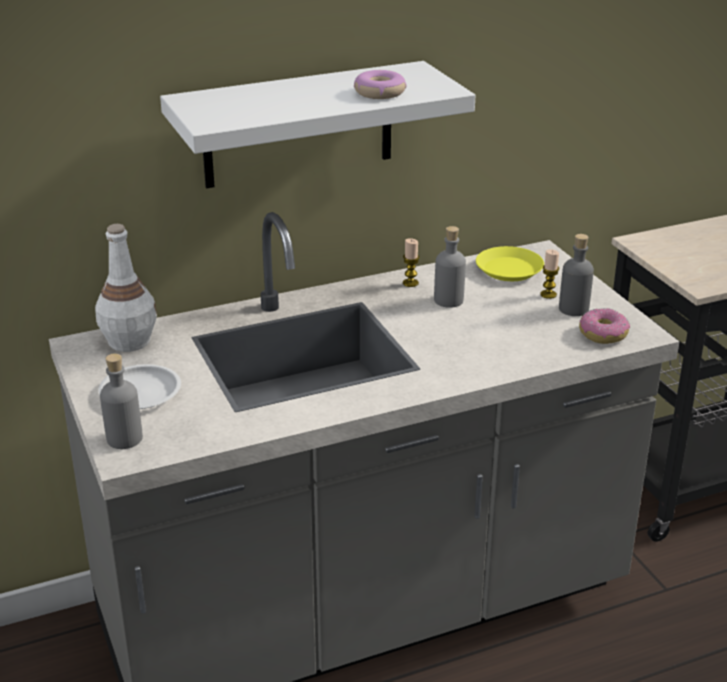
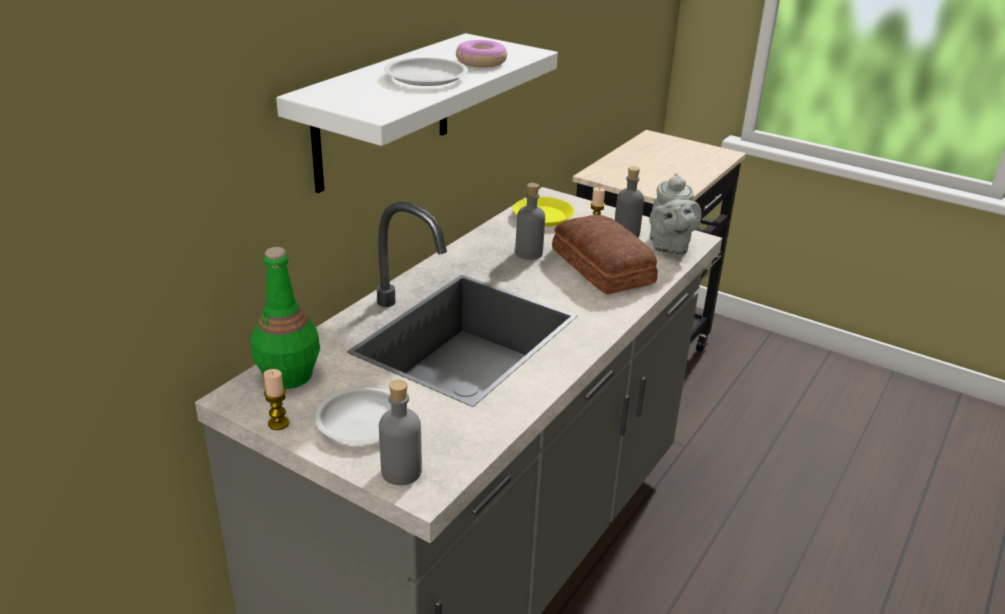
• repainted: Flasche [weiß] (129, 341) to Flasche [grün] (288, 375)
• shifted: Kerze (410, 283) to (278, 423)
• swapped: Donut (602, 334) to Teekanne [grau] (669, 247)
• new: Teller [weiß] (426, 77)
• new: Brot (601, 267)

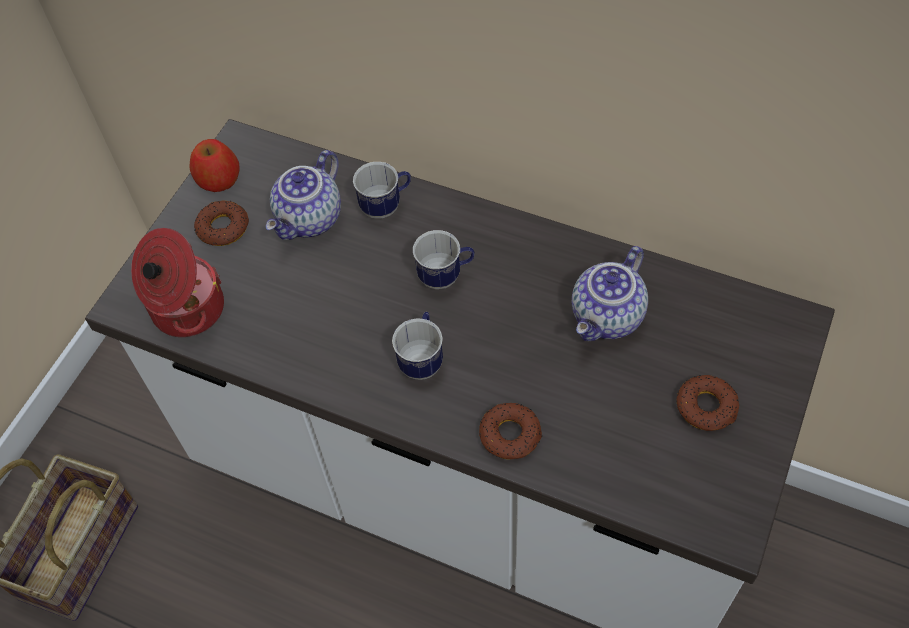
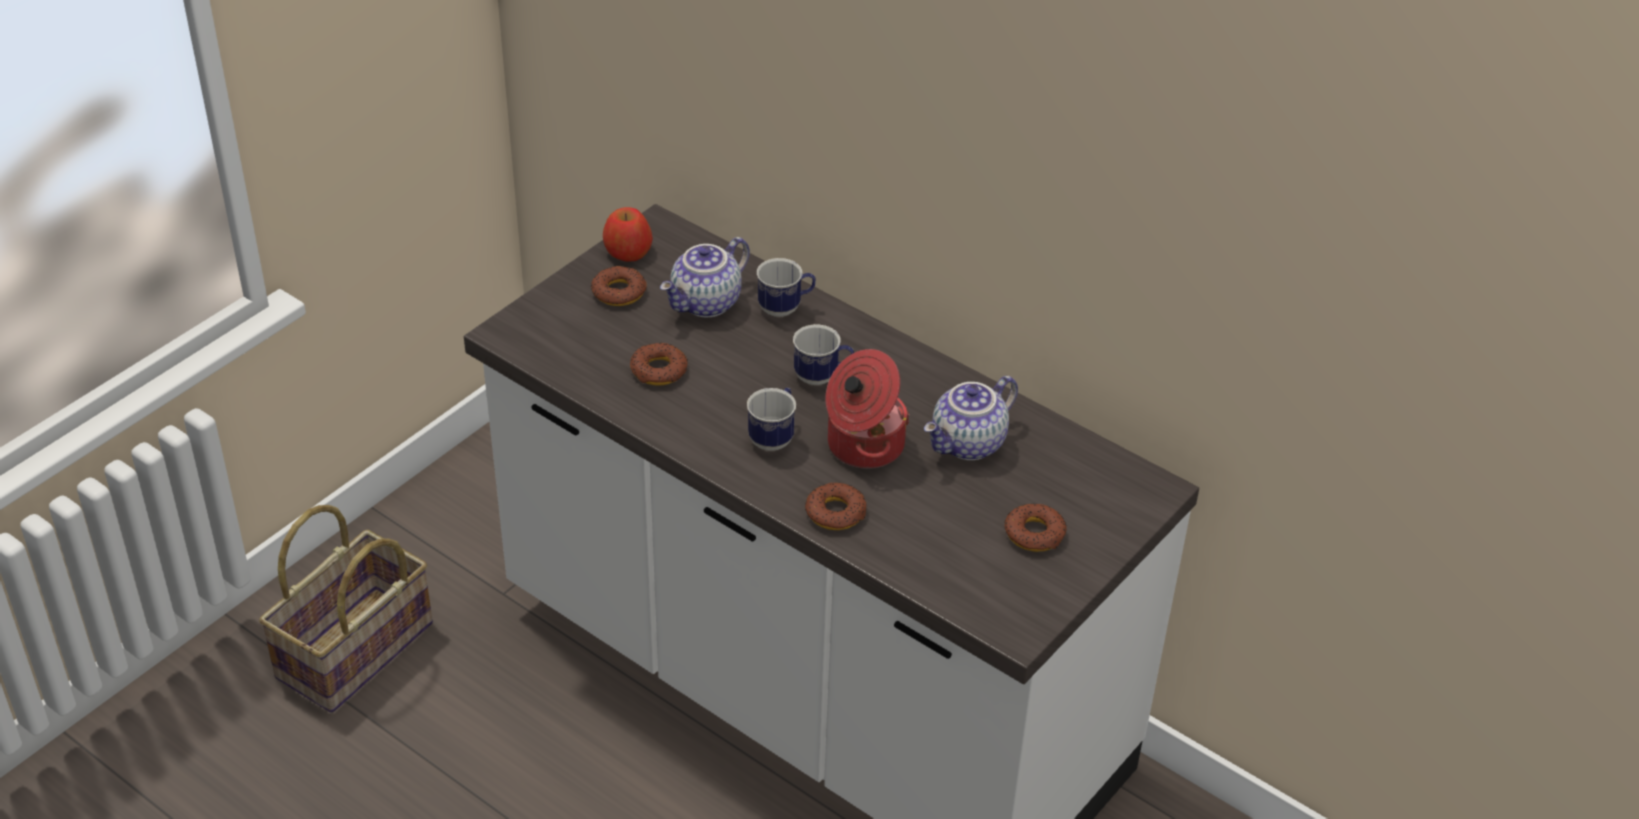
• shifted: Kochtopf (186, 309) to (863, 445)
• new: Donut (659, 370)

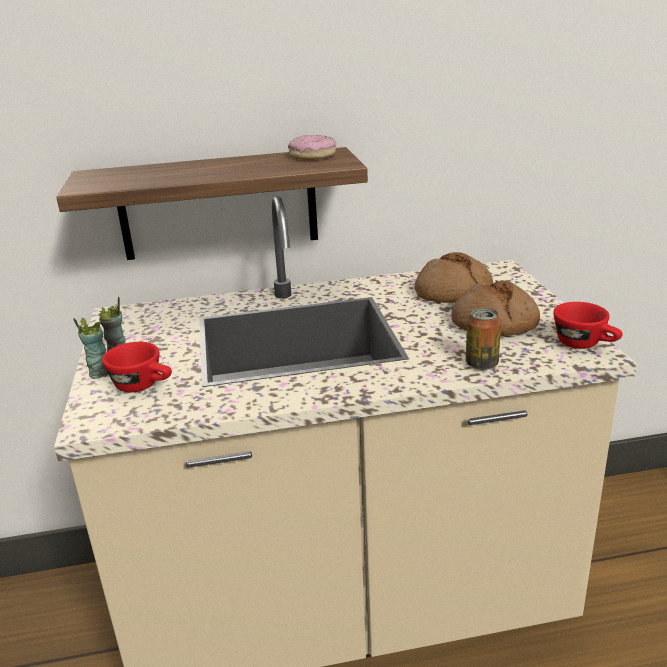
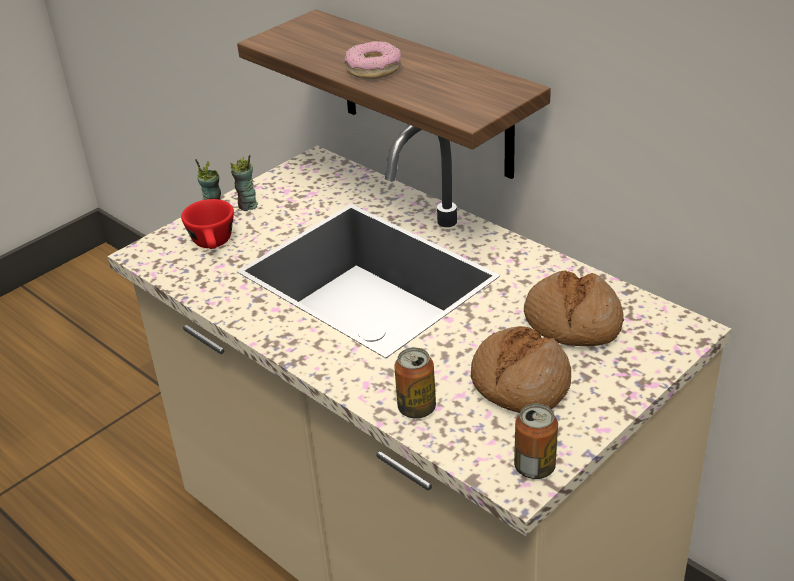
• shifted: Donut (312, 156) to (373, 69)
• swapped: Tasse [rot] (585, 344) to Dose (534, 467)

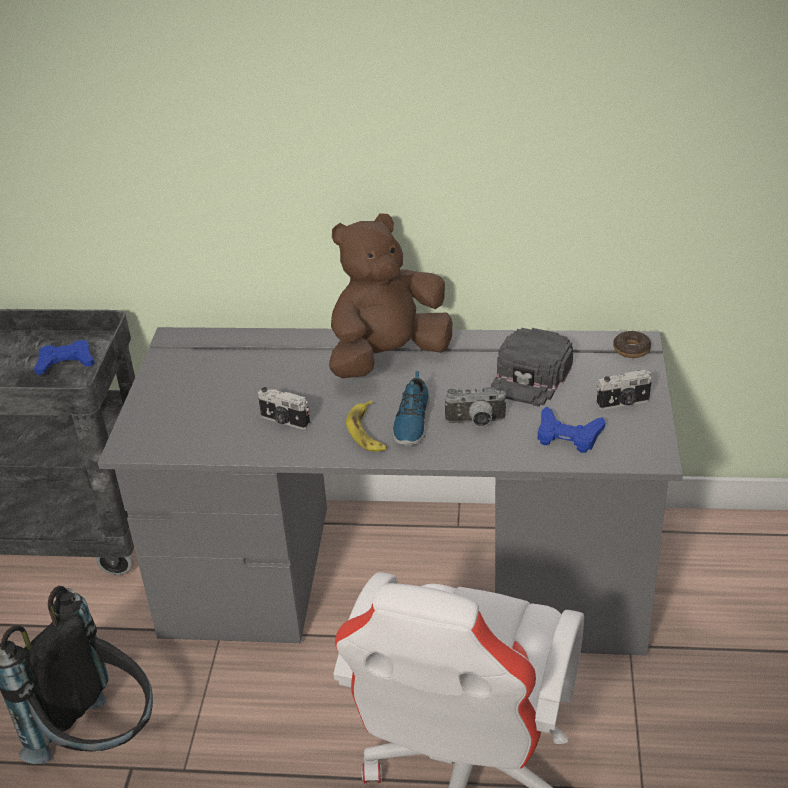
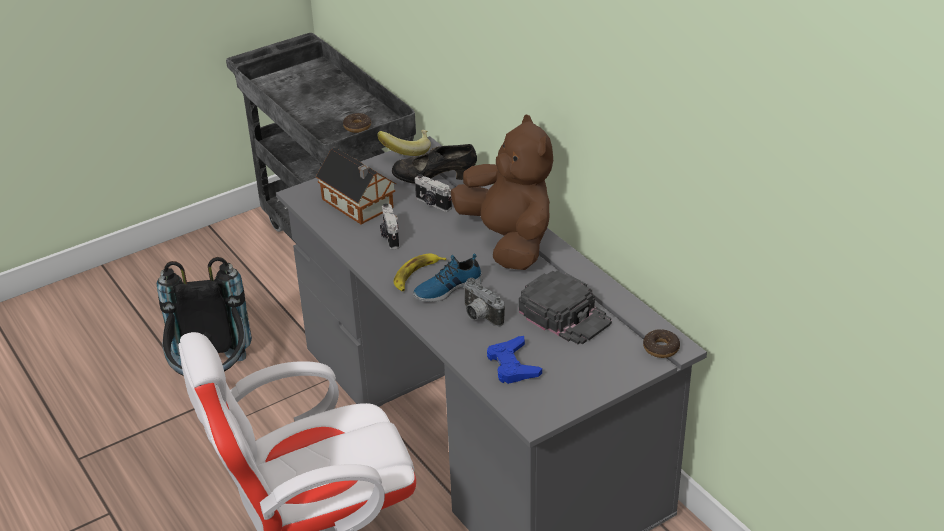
• rotated: Plüschtier [braun] (388, 357) = (509, 241) 45 degrees clockwise
• rotated: Kappe [schwarz] (531, 375) = (565, 315) 120 degrees counterclockwise
• swapped: Gamepad [blau] (65, 363) to Donut (357, 127)
• shifted: Kamera (623, 403) to (432, 203)
• new: Banane (406, 151)
• new: Schuh [schwarz] (435, 179)
• new: Spielzeughaus (359, 205)

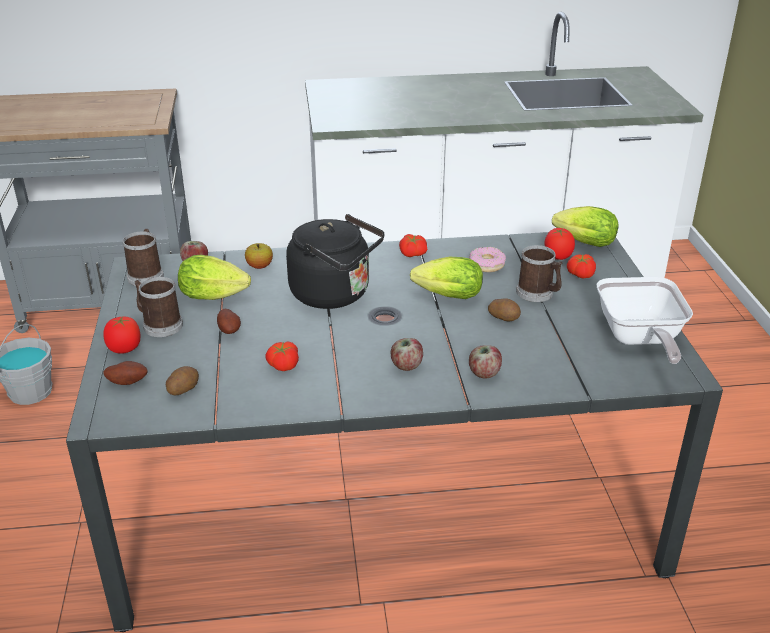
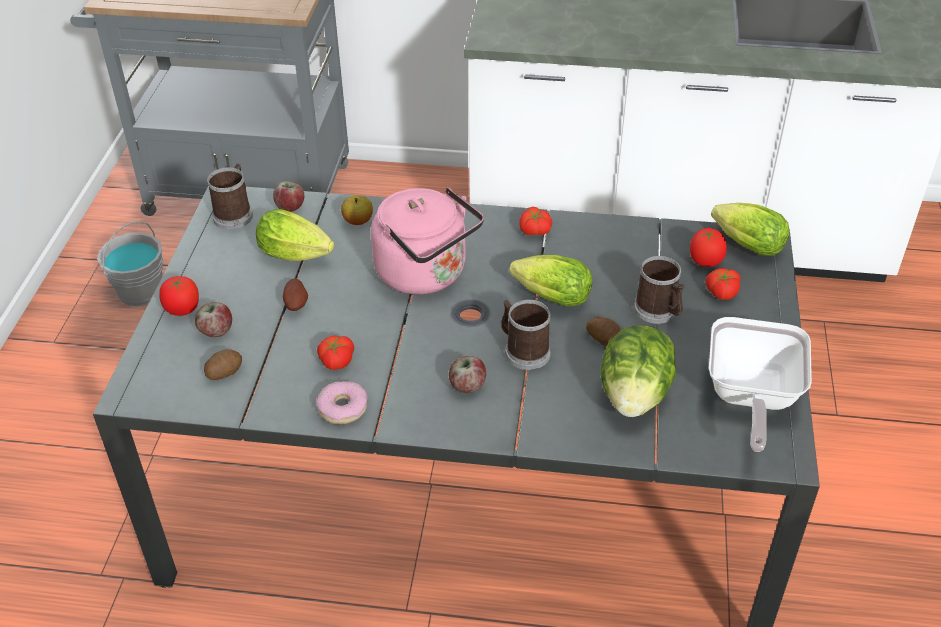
• repainted: Wasserkessel [schwarz] (335, 294) to Wasserkessel [rosa] (426, 274)
• shifted: Donut (486, 265) to (343, 408)
• shifted: Henkelbecher (159, 325) to (523, 351)
• shifted: Apfel (484, 373) to (216, 331)
• gone: Kartoffel (128, 381)
• new: Salatkopf (634, 395)

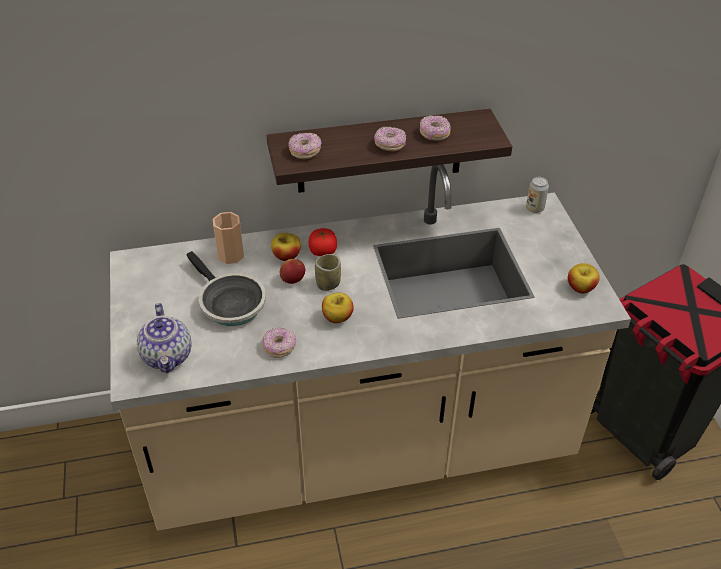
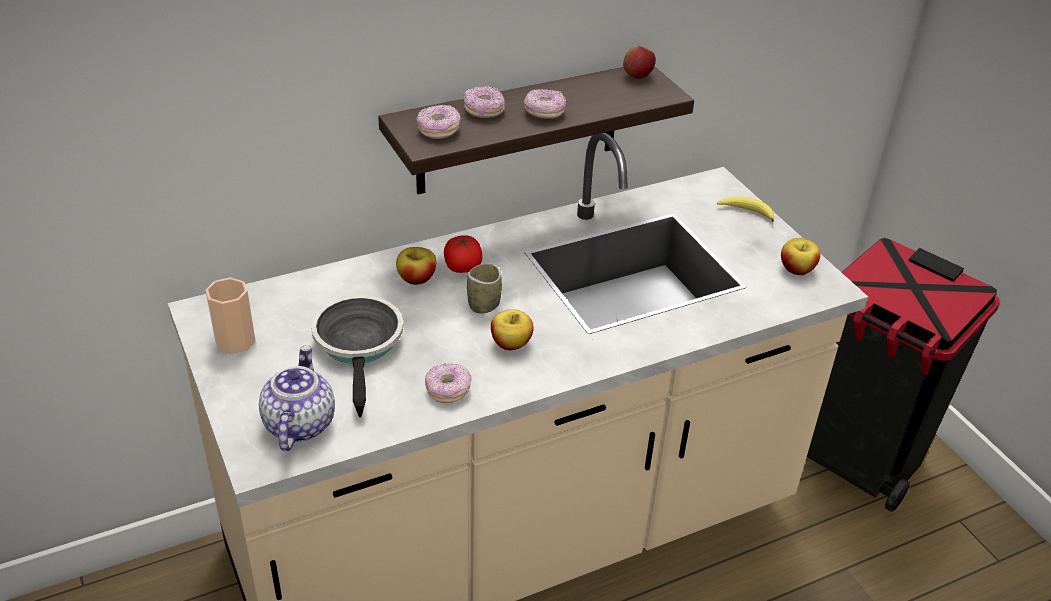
• shifted: Donut (434, 134) to (484, 111)
• gone: Dose (534, 208)
• shifted: Tasse (231, 255) to (235, 341)
• rotated: Pfanne (229, 303) = (359, 345) 135 degrees counterclockwise
• shifted: Apfel (293, 280) to (637, 76)
• rotated: Teekanne (168, 356) = (298, 423) 150 degrees counterclockwise
• new: Banane (746, 212)

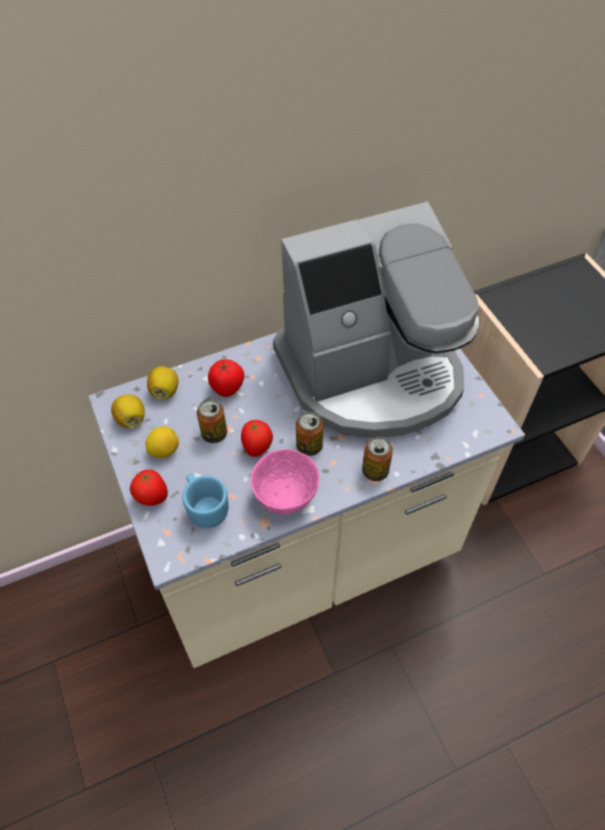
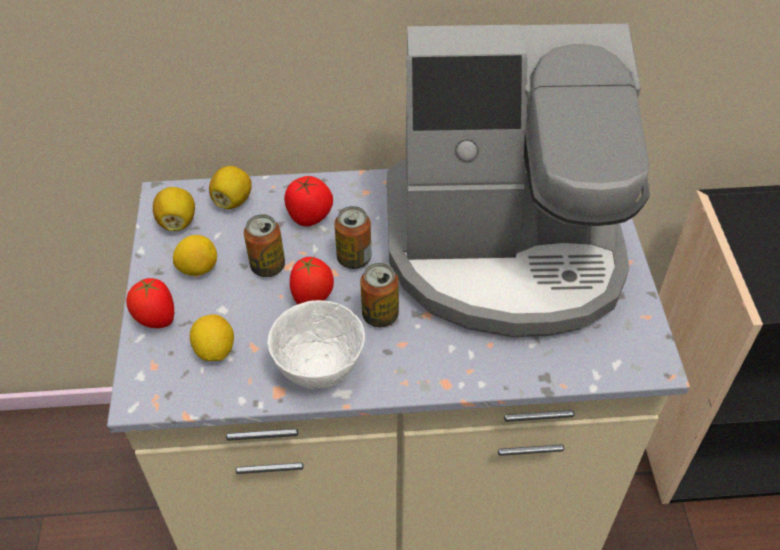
• shifted: Dose (375, 471) to (354, 258)
• repainted: Schüssel [rosa] (284, 497) to Schüssel [weiß] (318, 368)
• swapped: Henkelbecher [blau] (206, 507) to Zitrone (215, 350)

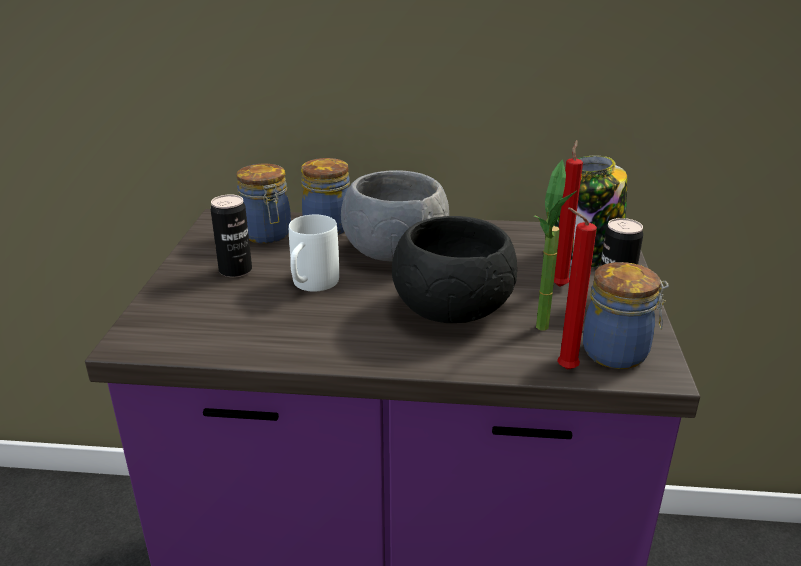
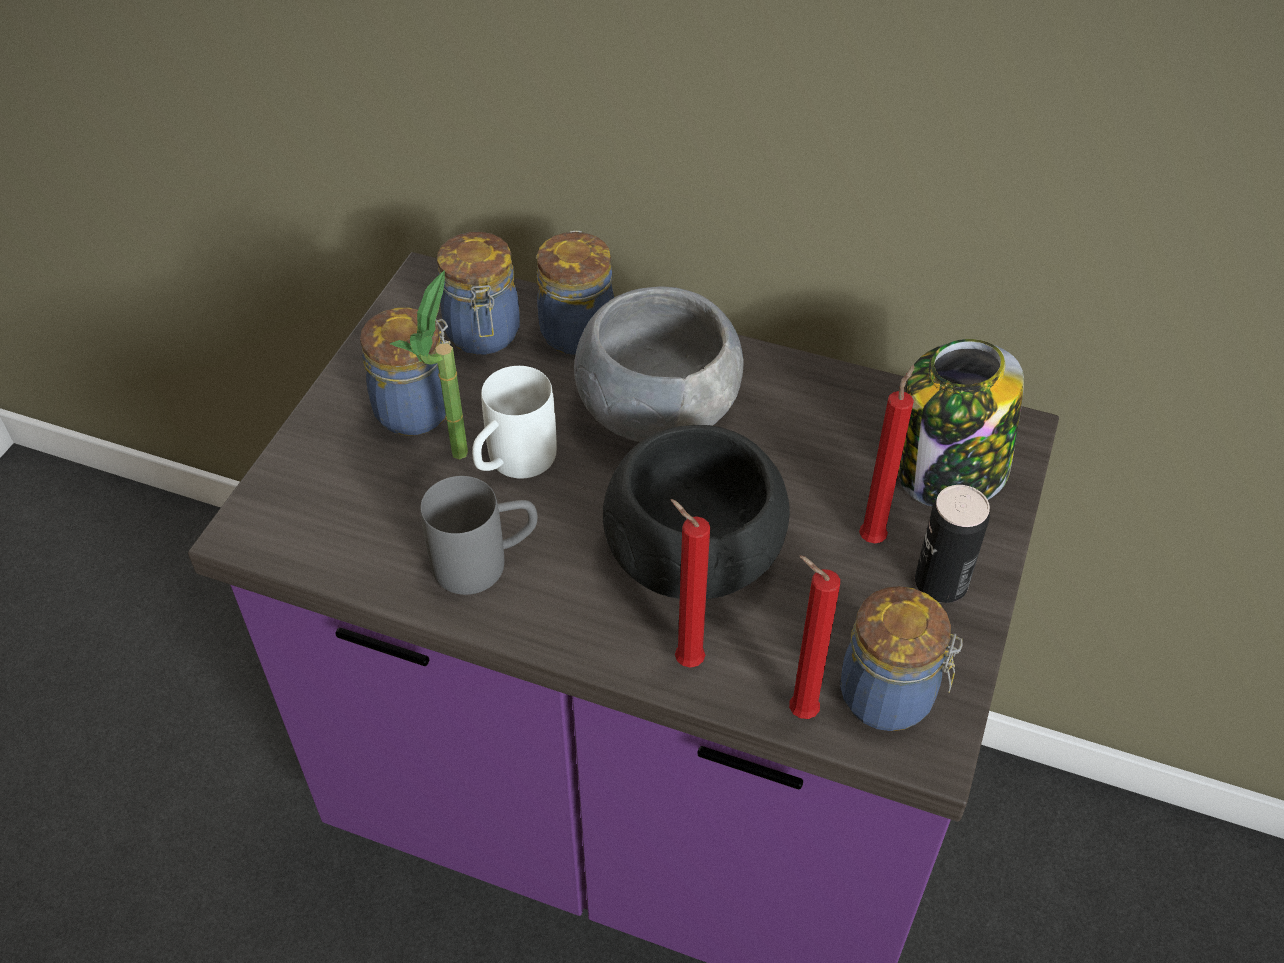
• shifted: Topfpflanze (543, 334) to (452, 465)
• swapped: Dose (235, 270) to Vorratsglas (417, 409)
• new: Henkelbecher [grau] (486, 562)
• new: Kerze [rot] (685, 659)

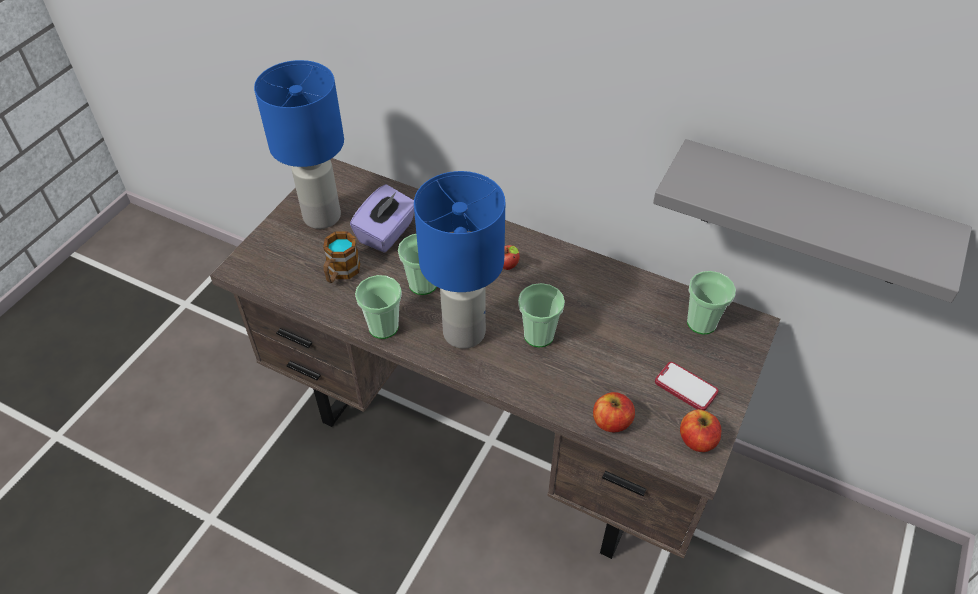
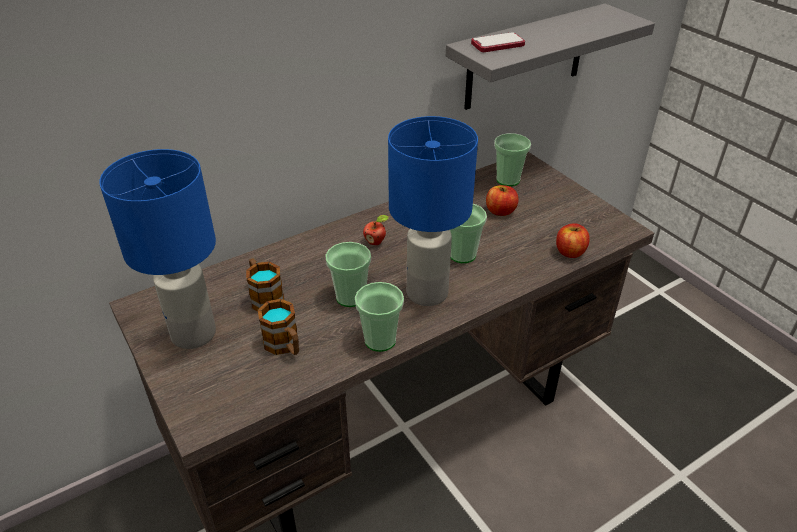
• swapped: Taschentuchbox [lila] (386, 233) to Henkelbecher (264, 297)
• shifted: Handy (685, 387) to (497, 44)
• shifted: Apfel (697, 440) to (500, 211)

